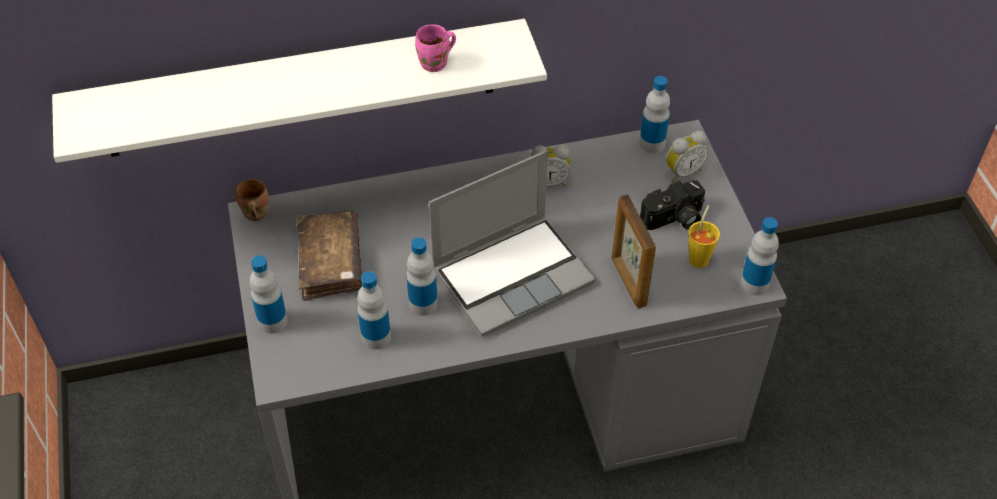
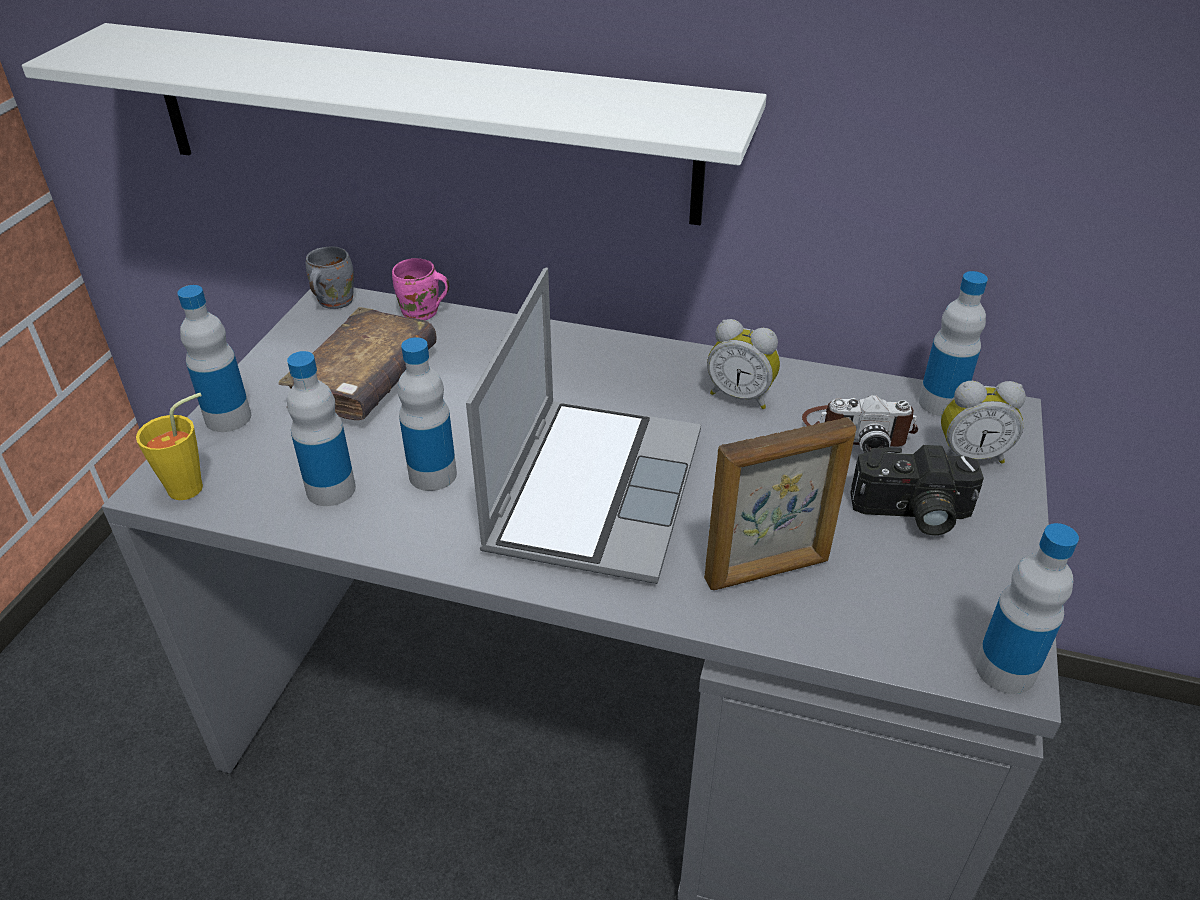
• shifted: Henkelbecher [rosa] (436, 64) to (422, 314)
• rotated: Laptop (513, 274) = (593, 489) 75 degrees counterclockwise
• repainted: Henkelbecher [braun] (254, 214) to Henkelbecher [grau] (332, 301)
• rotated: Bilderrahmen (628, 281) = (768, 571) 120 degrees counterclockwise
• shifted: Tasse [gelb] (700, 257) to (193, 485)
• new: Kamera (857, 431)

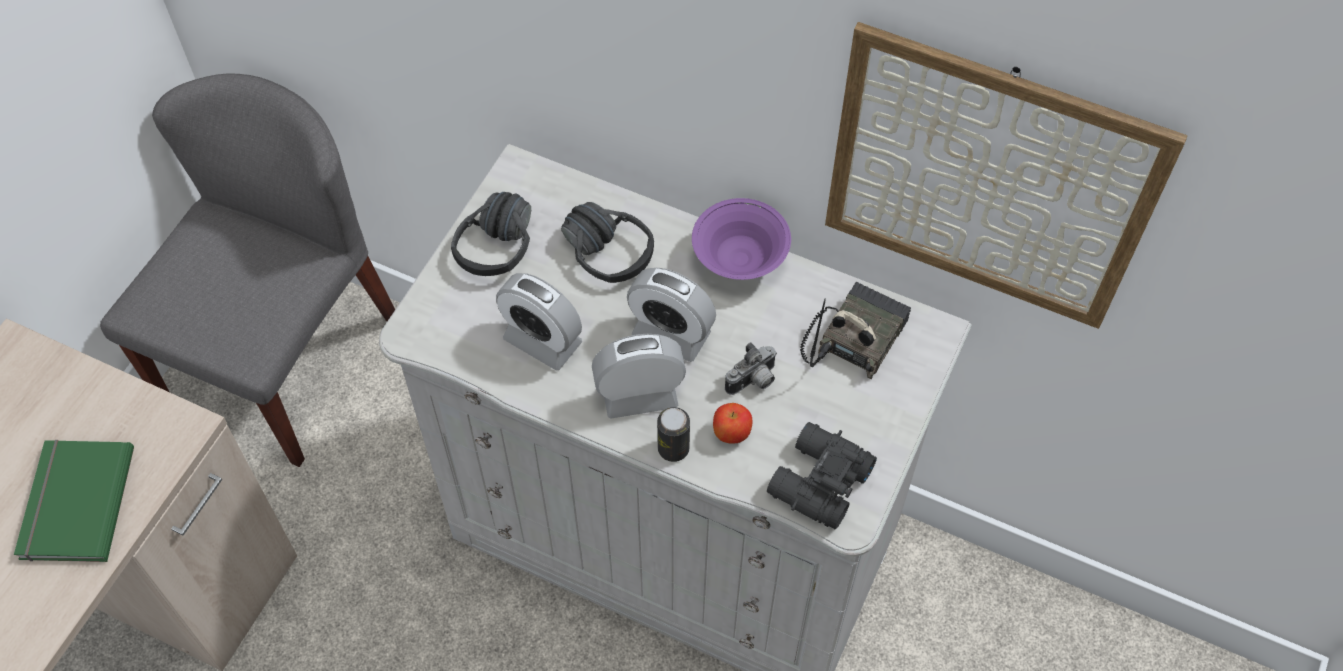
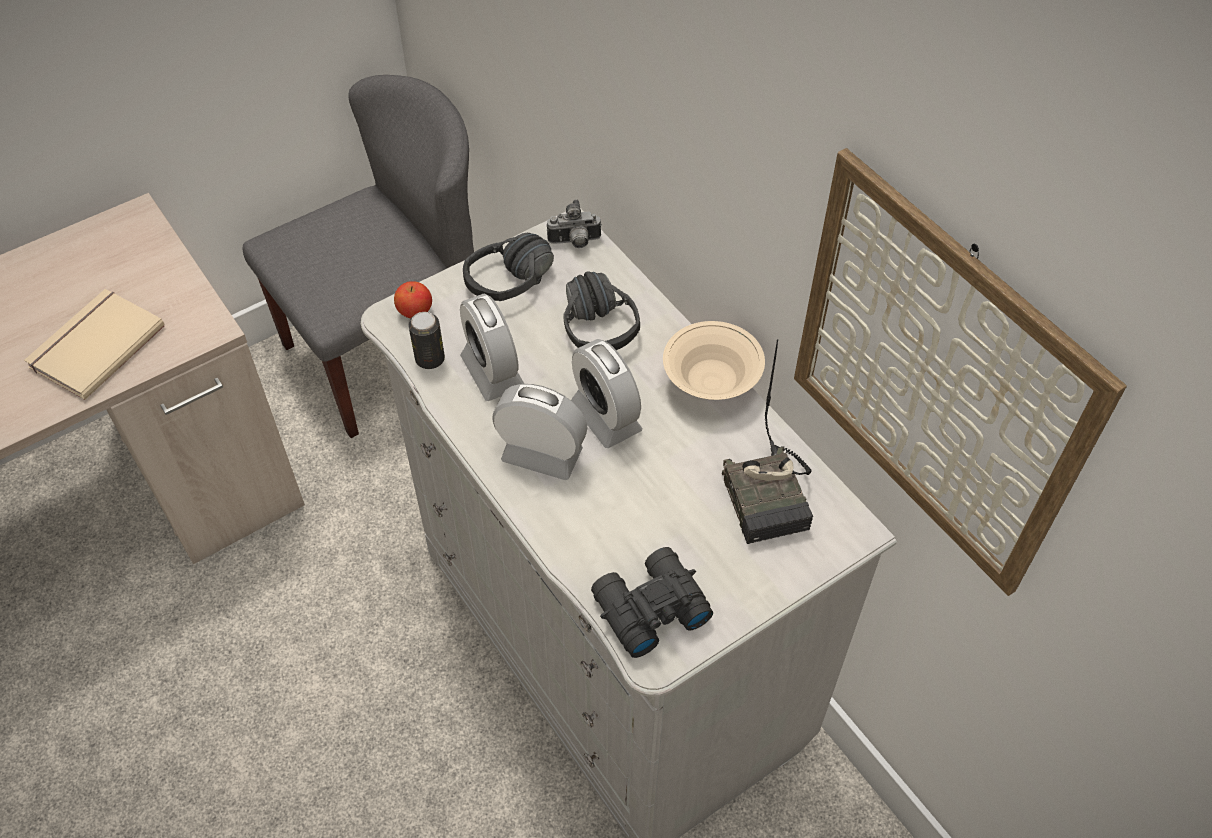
• repainted: Schüssel [lila] (740, 259) to Schüssel [beige] (711, 383)
• rotated: Radio (853, 337) = (771, 497) 105 degrees clockwise
• shifted: Kamera (753, 382) to (575, 242)
• shifted: Apfel (731, 432) to (415, 312)
• shifted: Dose (673, 448) to (430, 359)
• repainted: Buch [grün] (73, 503) to Buch [beige] (94, 346)

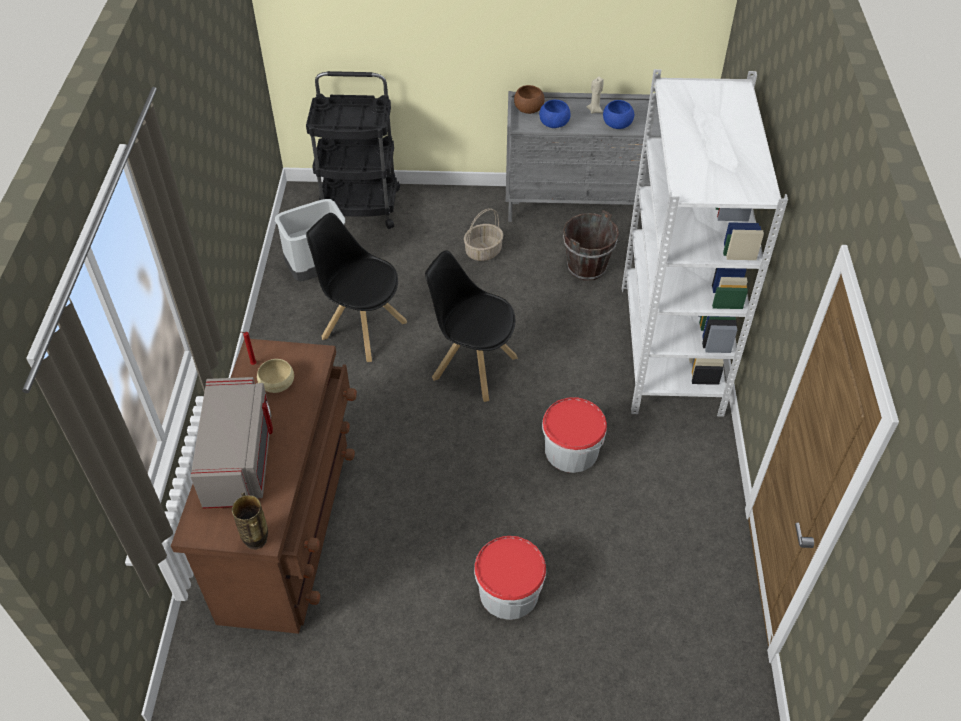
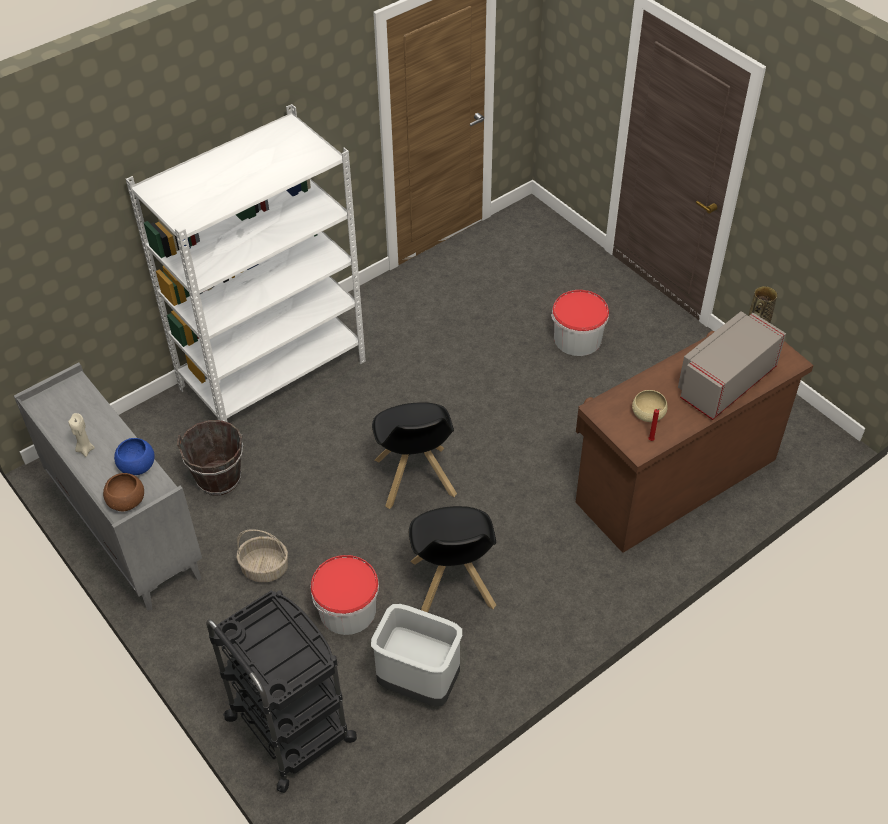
• gone: Schüssel [blau] (617, 124)
• shifted: Eimer (571, 450) to (348, 609)

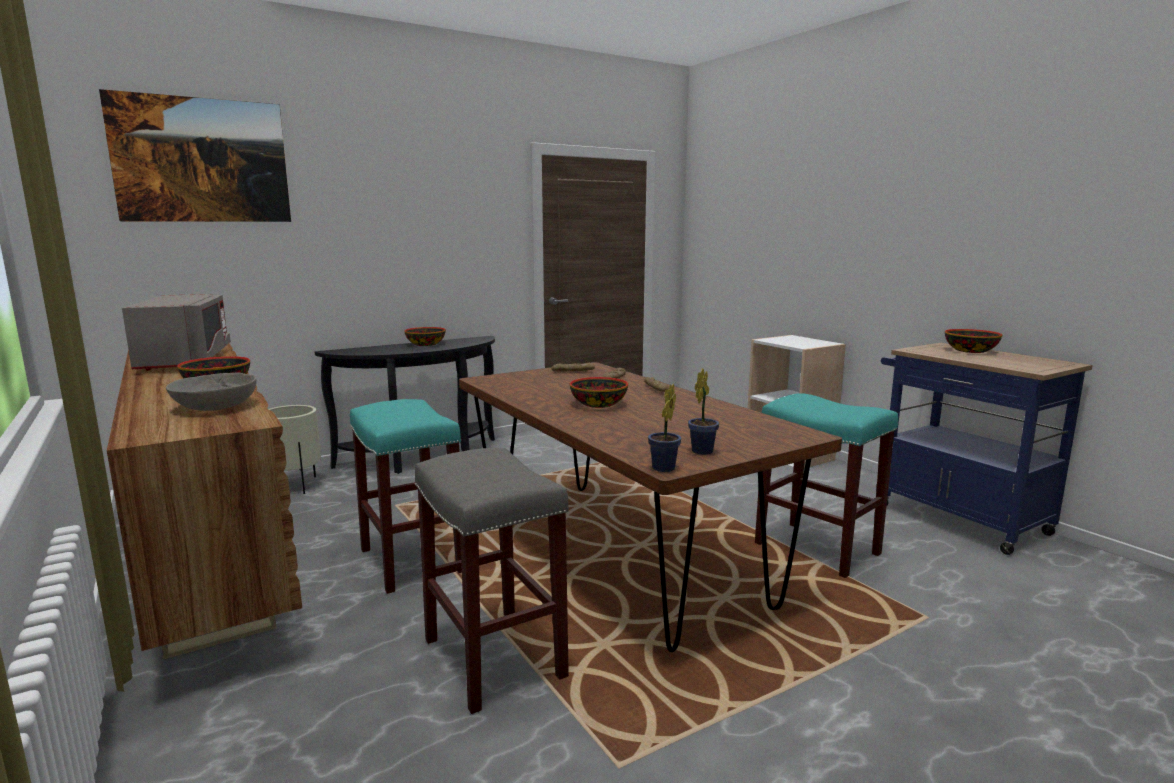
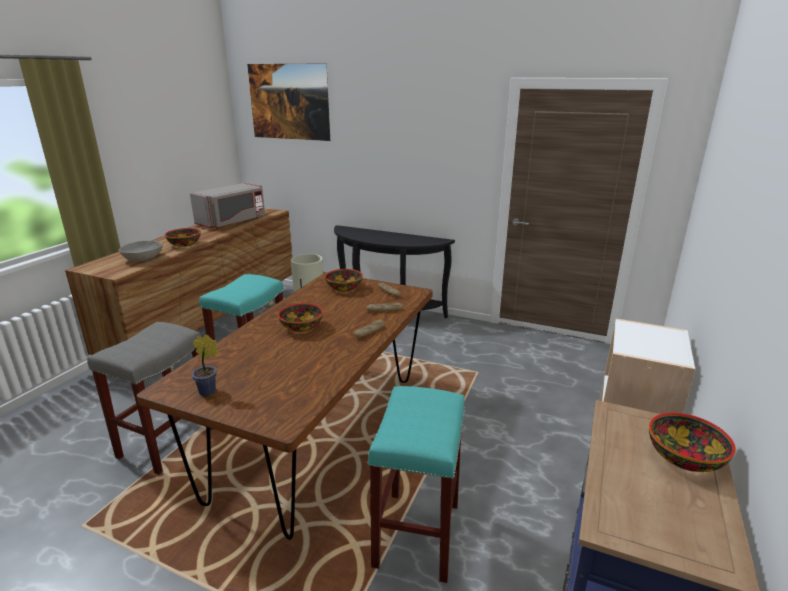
• shifted: Schüssel (425, 344) to (344, 288)
• gone: Topfpflanze (662, 469)

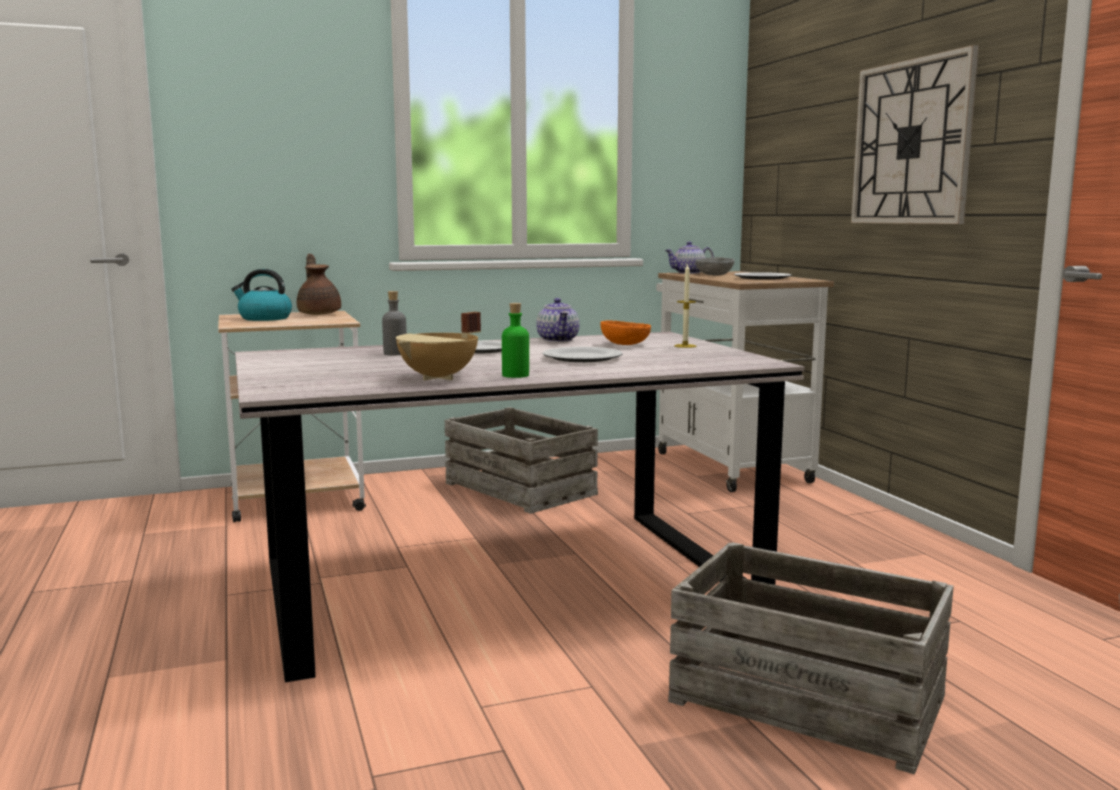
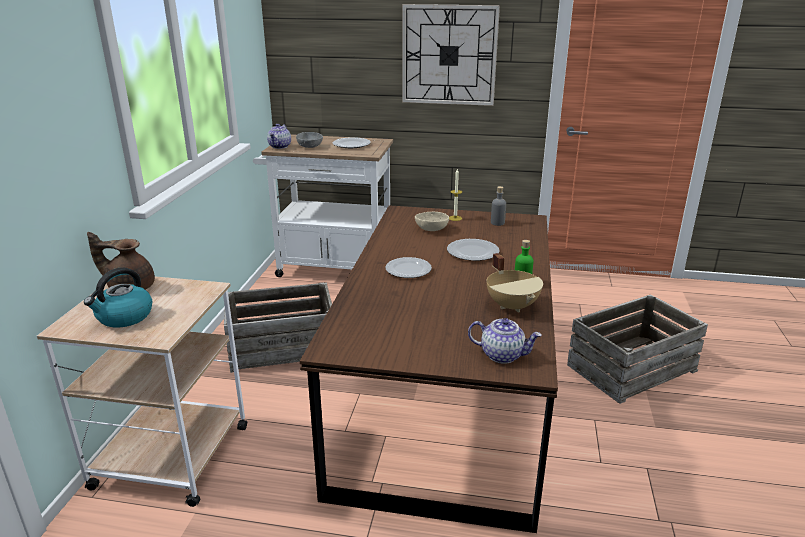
• shifted: Flasche [grau] (395, 353) to (497, 223)
• shifted: Teekanne (558, 340) to (502, 355)
• repainted: Schüssel [orange] (625, 344) to Schüssel [beige] (431, 229)
• repainted: Esstisch [grau] (507, 580) to Esstisch [braun] (443, 403)

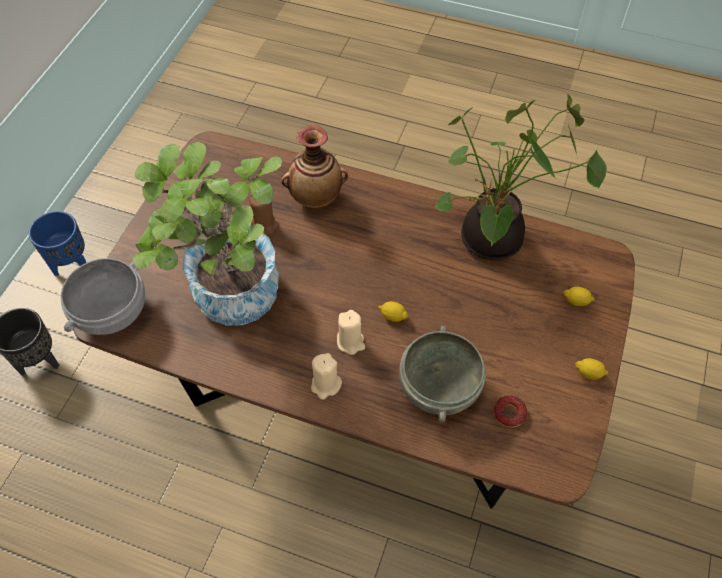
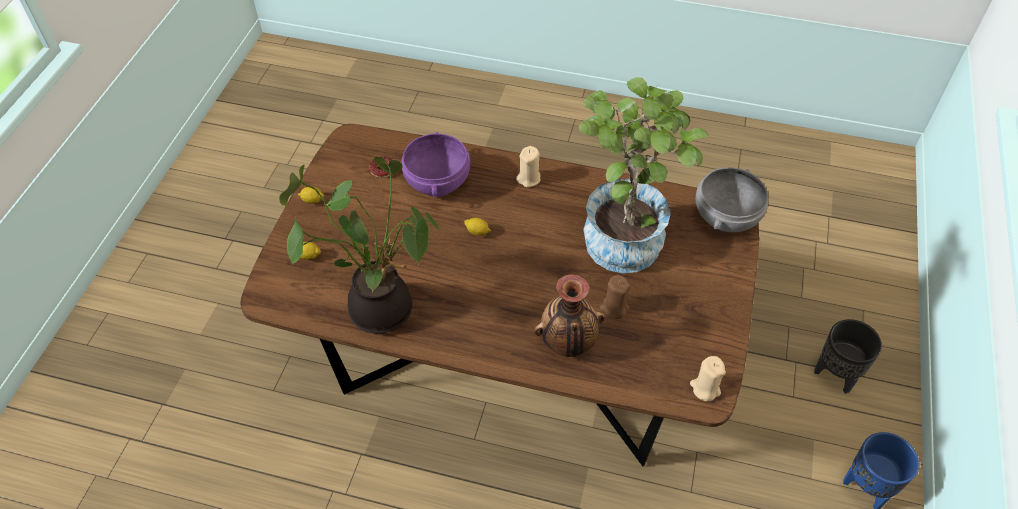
• shifted: Kerze [beige] (350, 342) to (705, 388)
• repainted: Schüssel [grau] (437, 387) to Schüssel [lila] (438, 182)

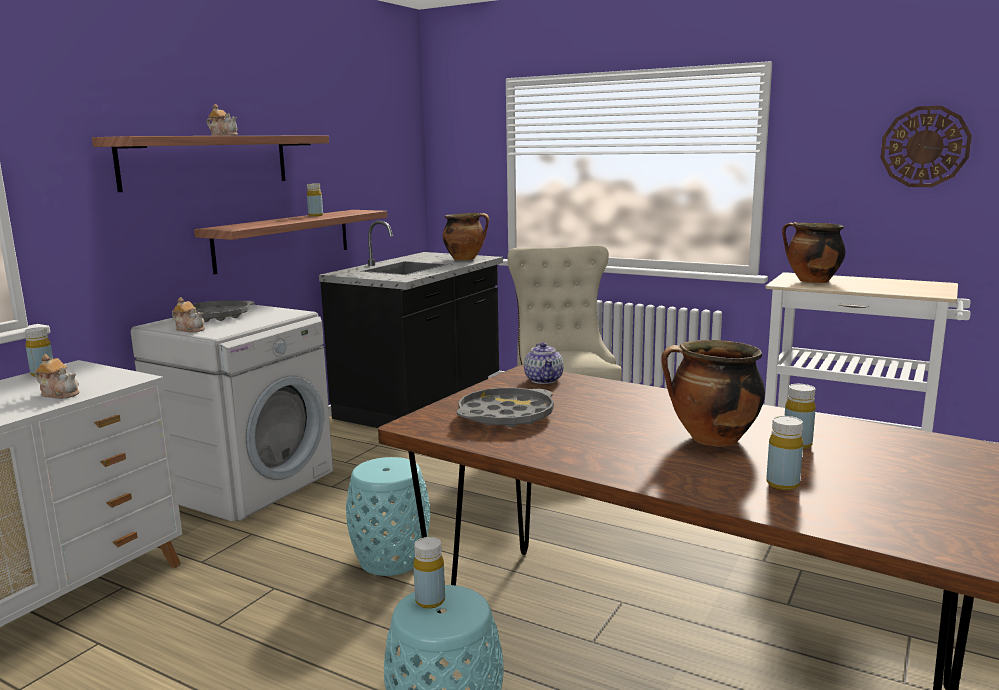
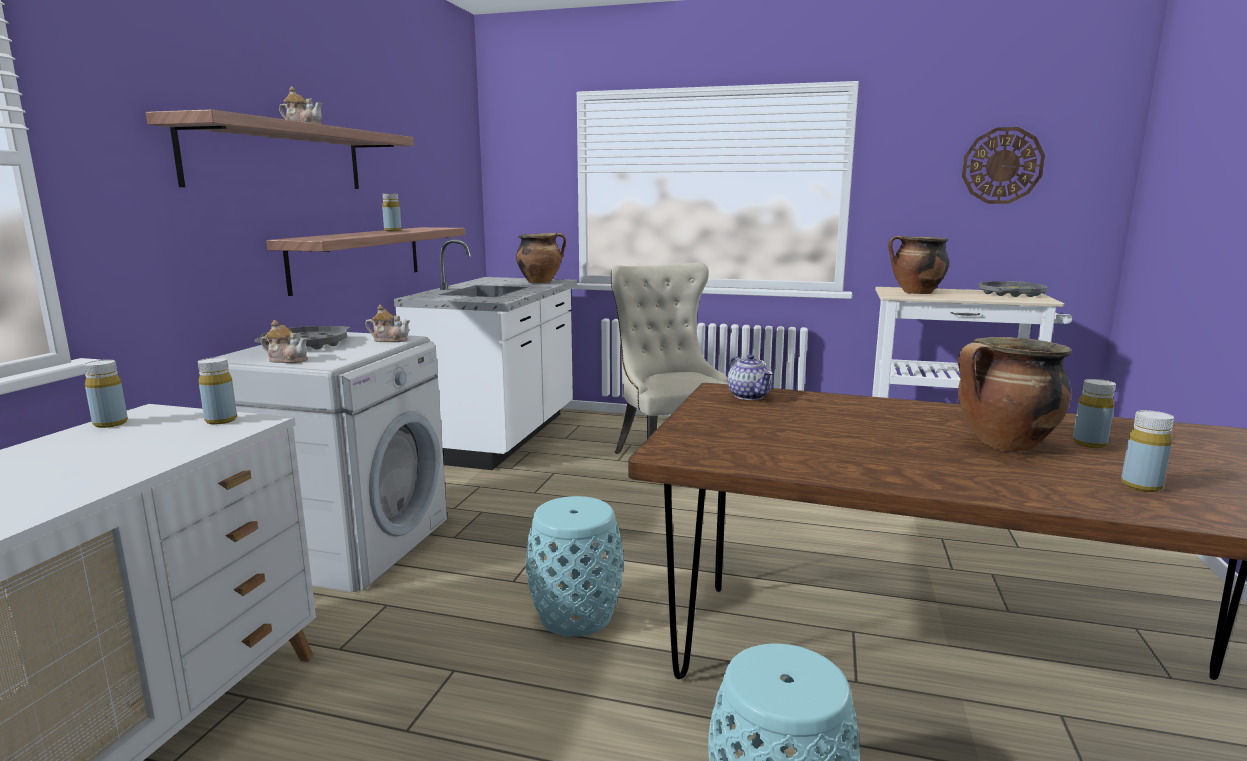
• repainted: Küchenzeile [schwarz] (422, 401) to Küchenzeile [weiß] (501, 436)
• shifted: Teekanne (60, 394) to (390, 340)
• shifted: Tablett [grau] (506, 416) to (1011, 294)
• shifted: Flasche [gelb] (430, 601) to (221, 420)

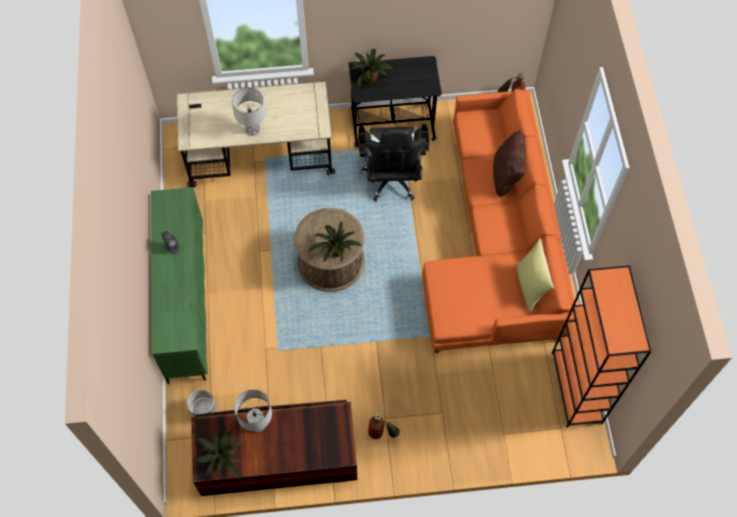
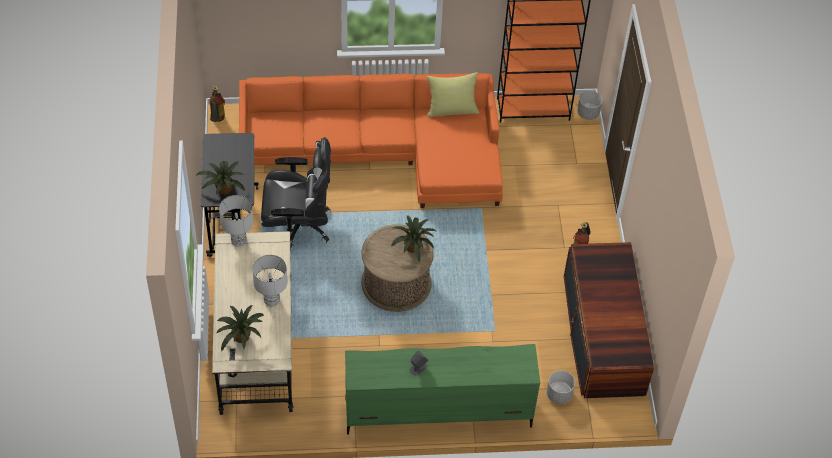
• gone: Kissen [braun] (506, 177)
• shifted: Tischlampe [weiß] (257, 424) to (239, 240)
• shifted: Topfpflanze (222, 459) to (241, 338)
• new: Pflanzkübel [grau] (588, 113)

